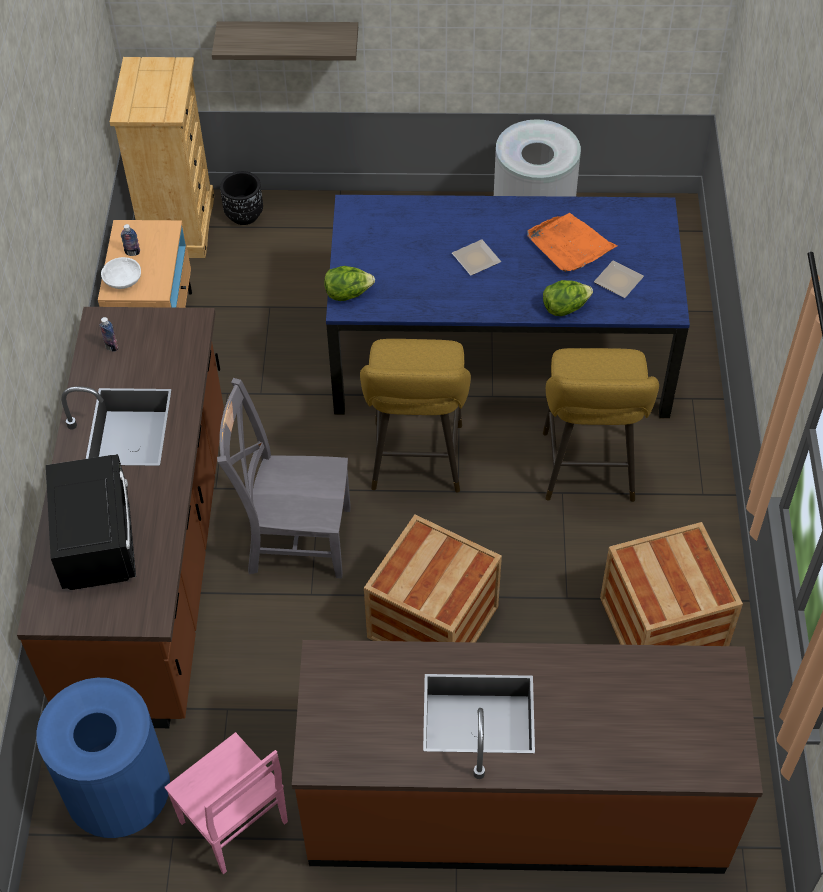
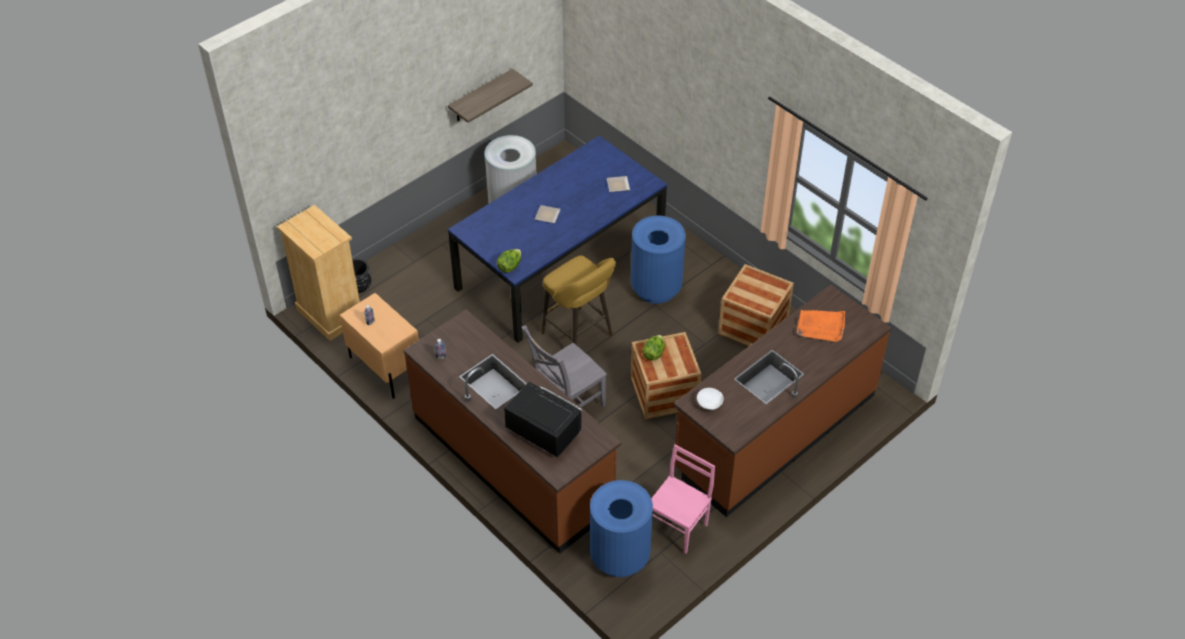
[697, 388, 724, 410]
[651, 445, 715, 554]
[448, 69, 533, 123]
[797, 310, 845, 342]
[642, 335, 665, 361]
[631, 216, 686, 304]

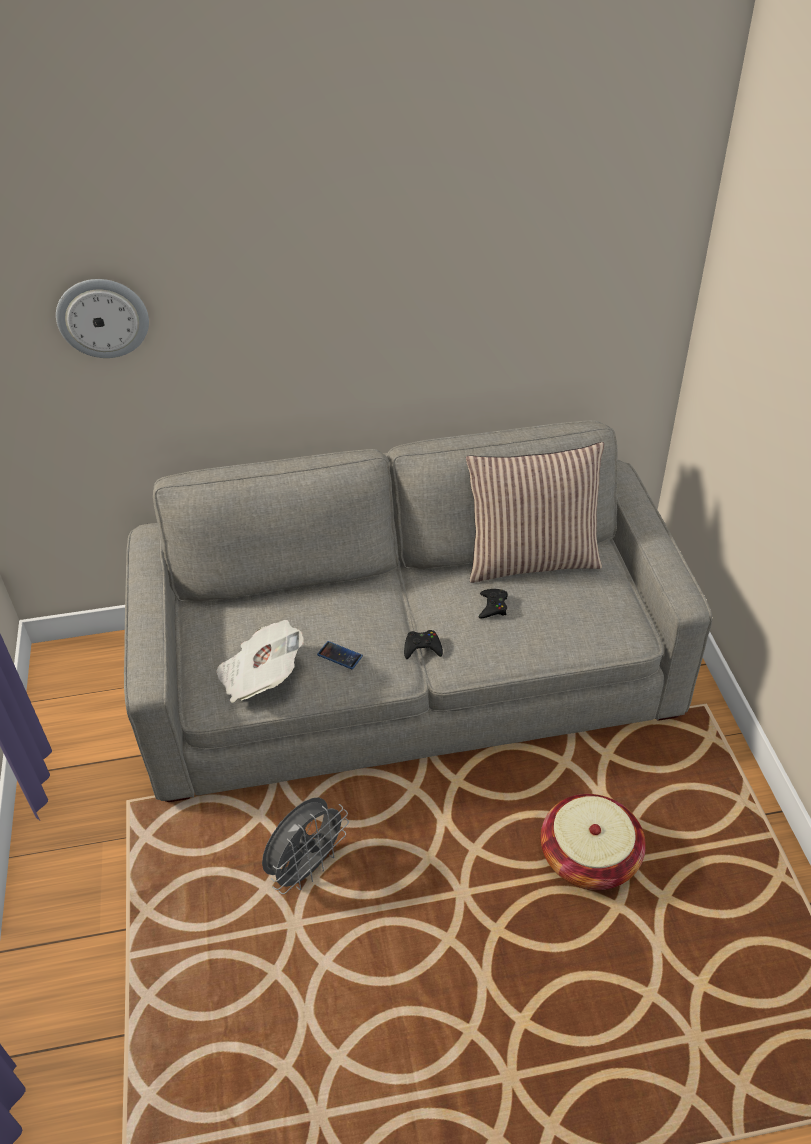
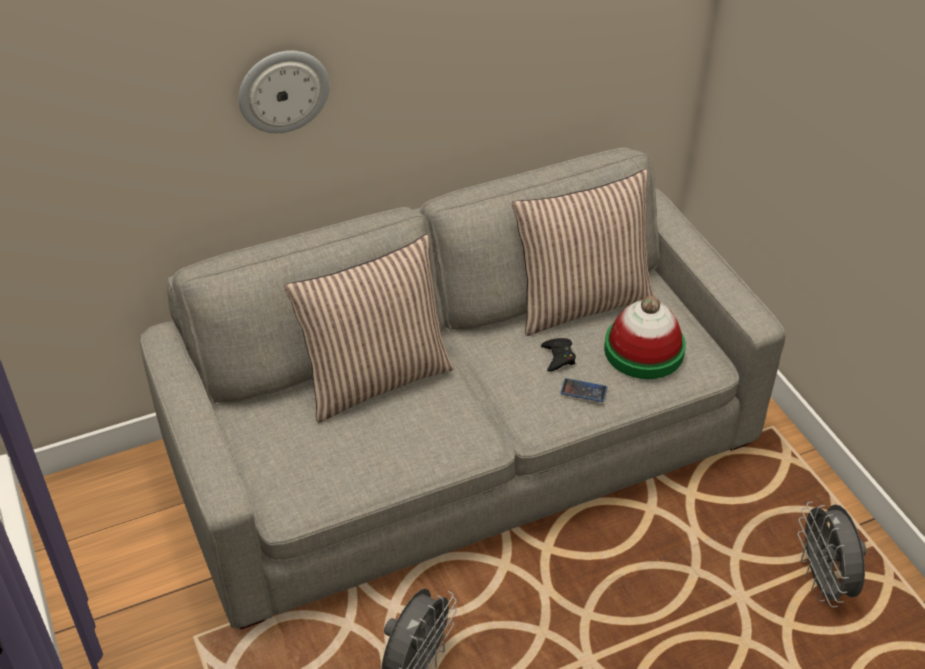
[238, 51, 330, 133]
[216, 620, 304, 703] (first image)
[560, 378, 608, 402]
[404, 630, 443, 659] (first image)
[541, 794, 646, 890] (first image)
[284, 234, 454, 423]
[604, 295, 686, 379]
[797, 502, 866, 608]

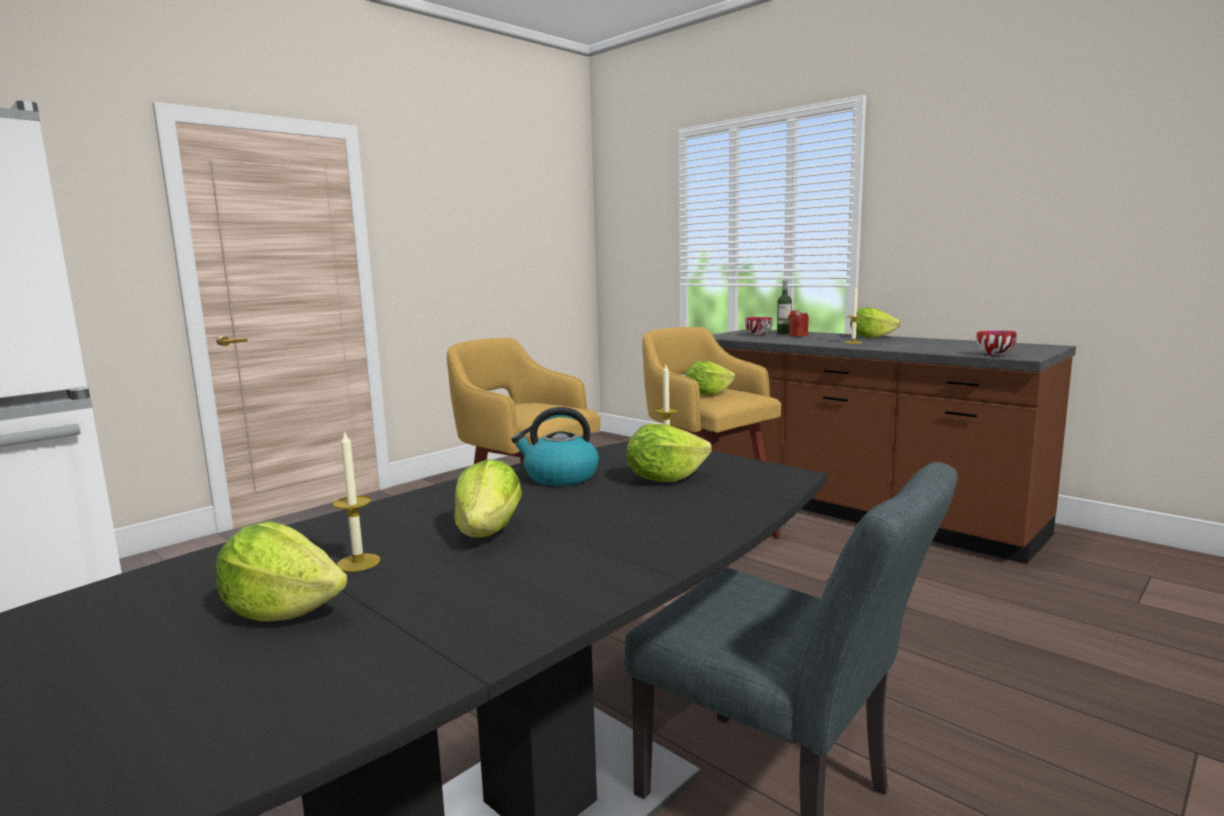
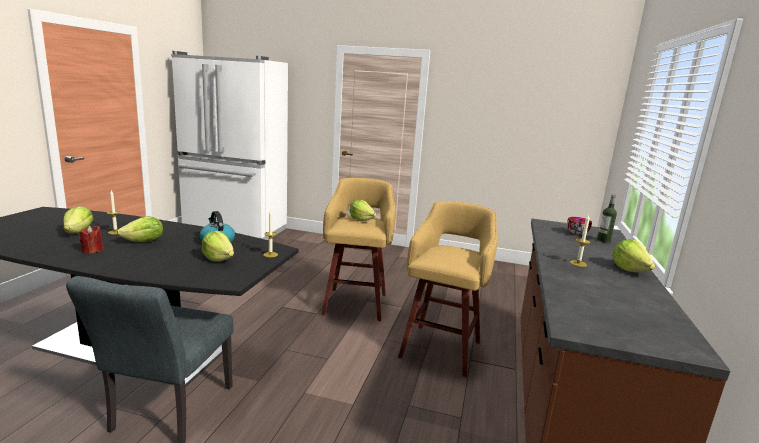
[350, 200, 376, 221]
[79, 225, 103, 254]
[976, 331, 1017, 355] (first image)

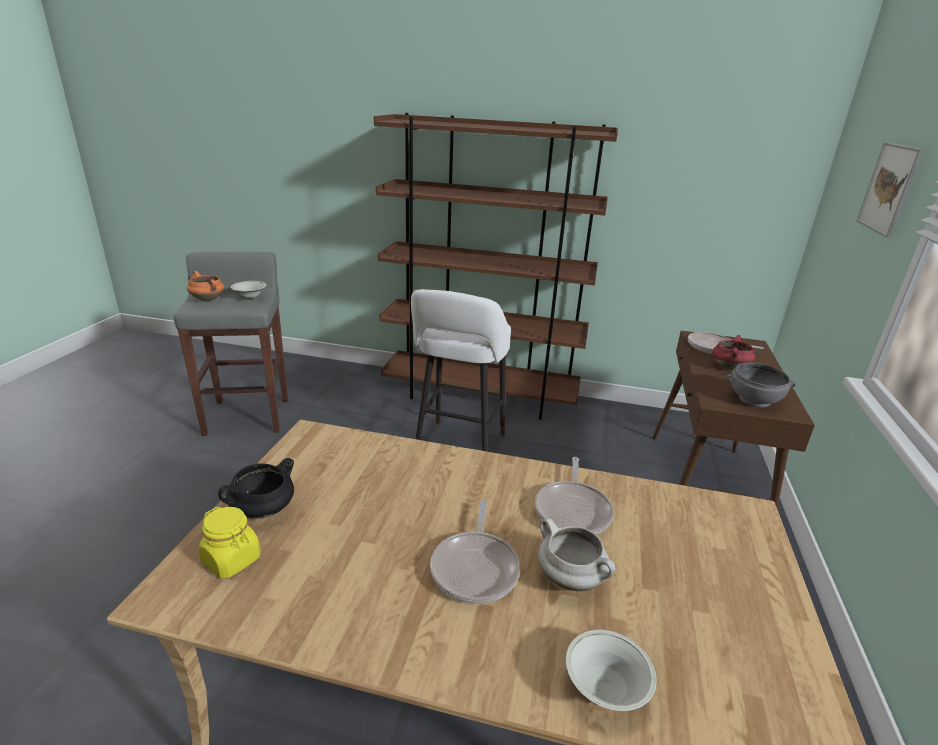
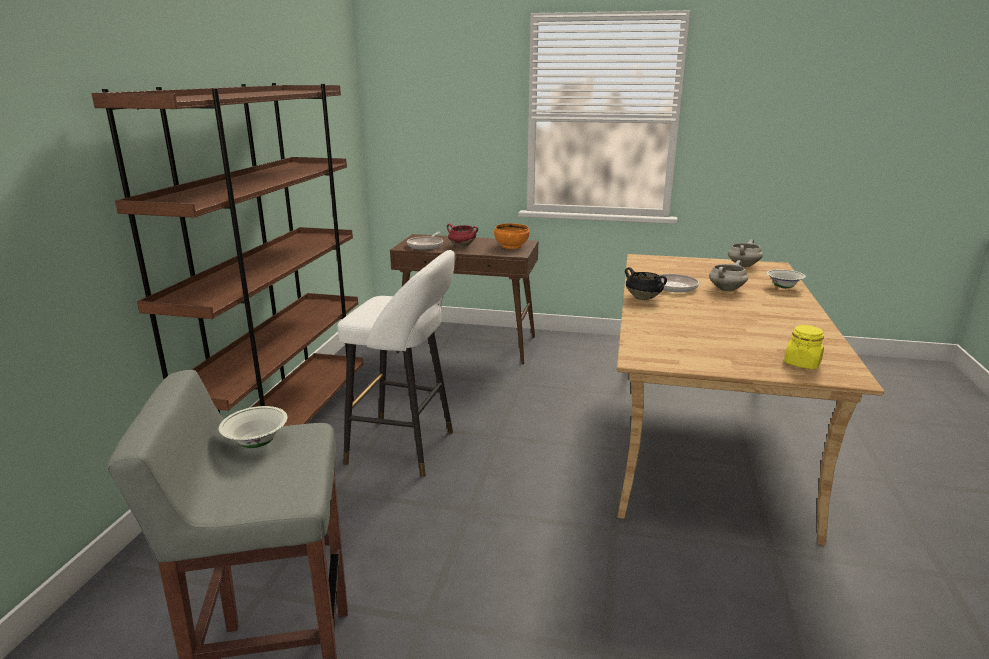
[187, 271, 224, 301] (first image)
[625, 267, 667, 300]
[430, 500, 521, 604] (first image)
[494, 223, 529, 249]
[857, 142, 924, 238] (first image)
[728, 239, 763, 267]

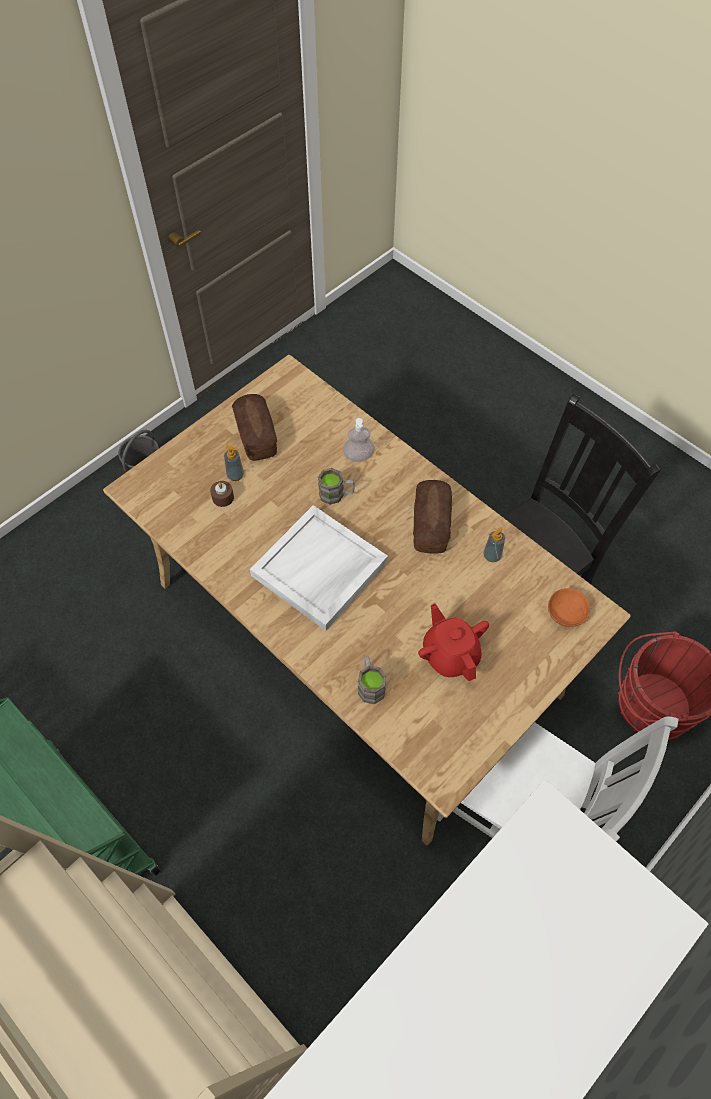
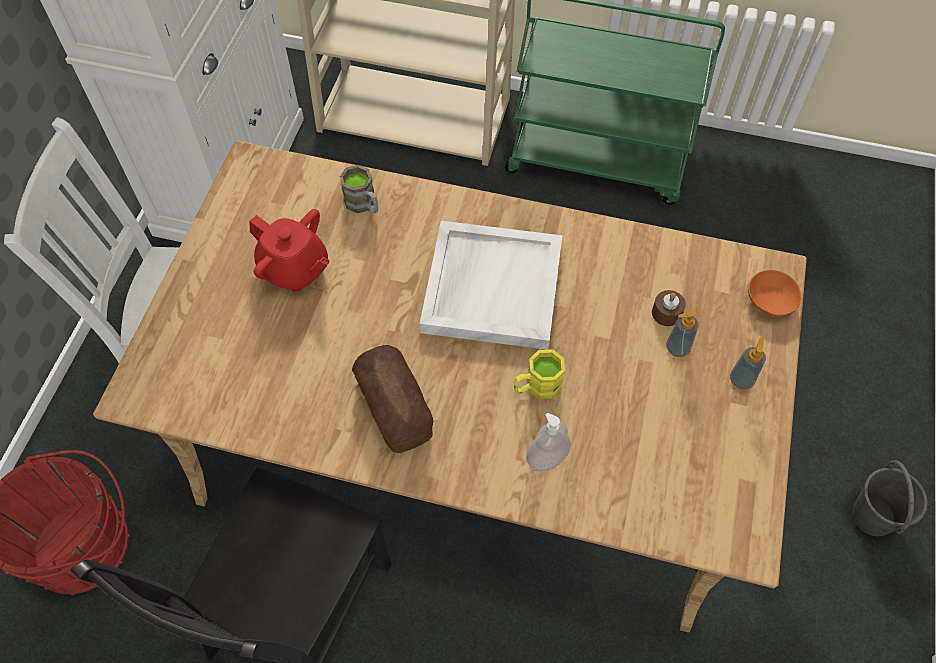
[232, 394, 277, 461] (first image)
[514, 349, 565, 399]
[730, 335, 766, 389]
[748, 270, 801, 317]

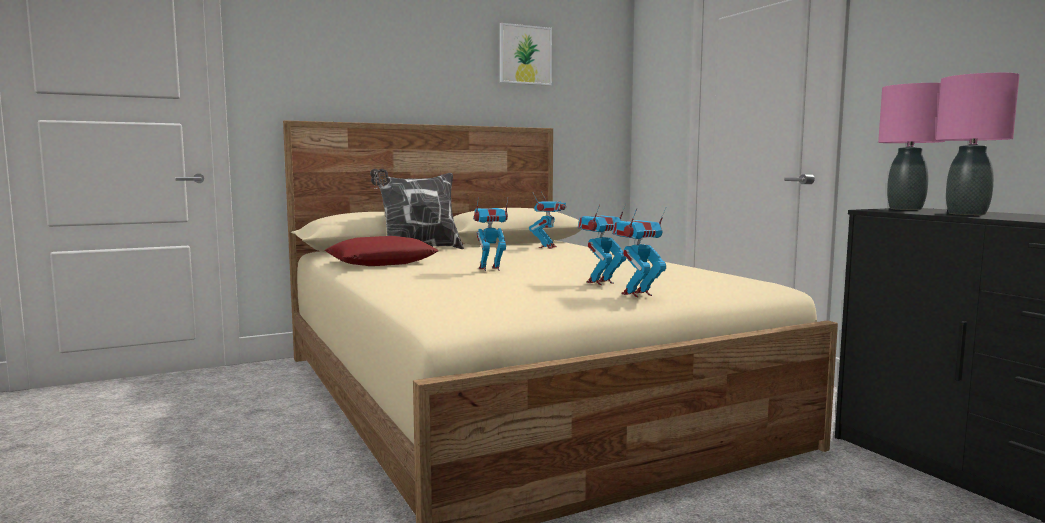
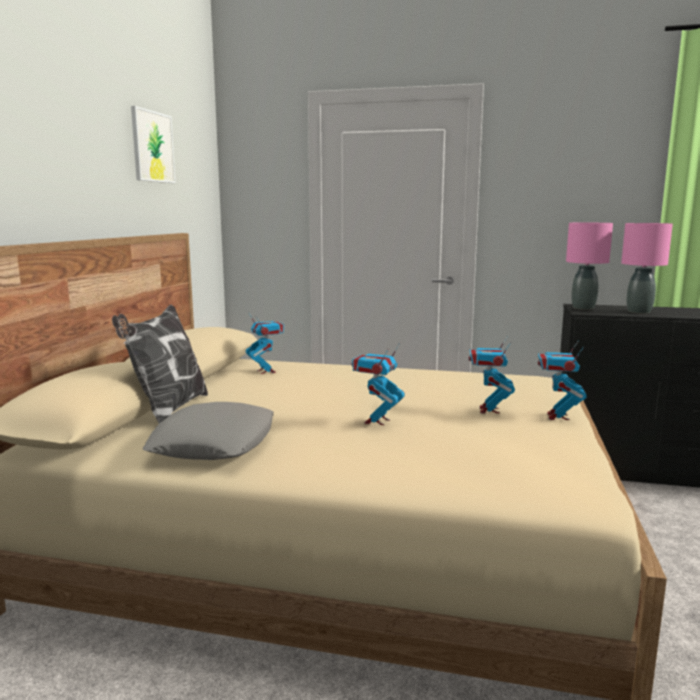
[143, 402, 274, 460]

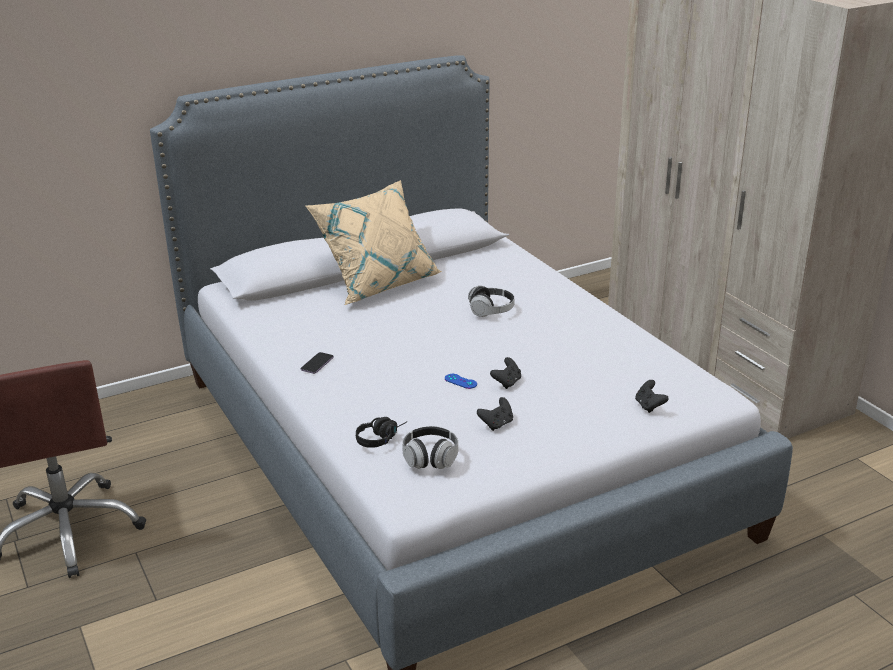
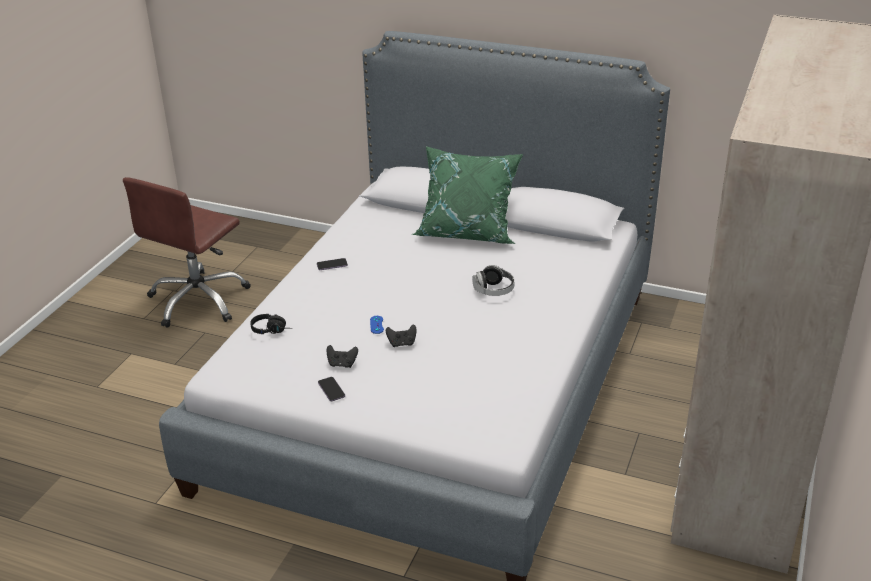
[412, 146, 523, 244]
[402, 426, 458, 469] (first image)
[635, 380, 669, 413] (first image)
[318, 377, 345, 401]

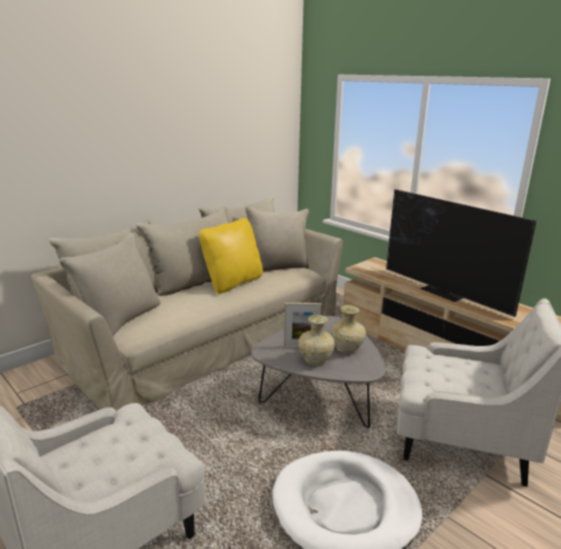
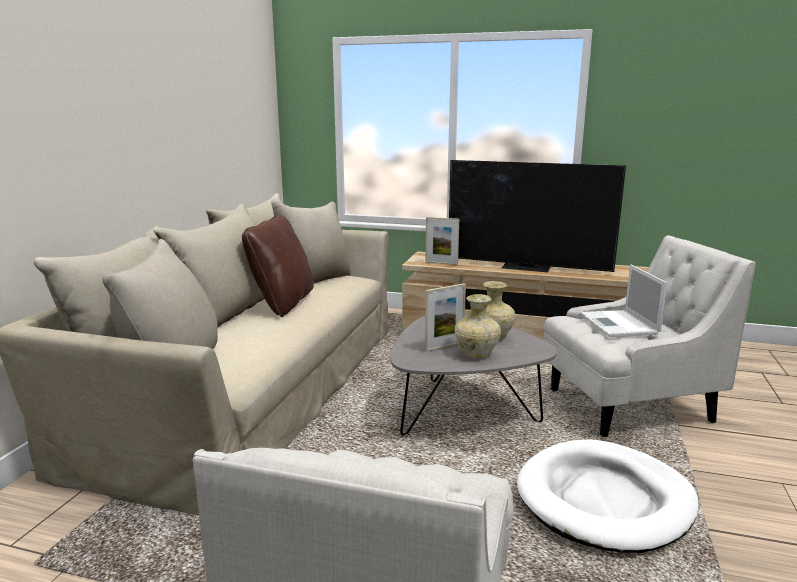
[242, 215, 314, 317]
[425, 217, 459, 265]
[580, 265, 668, 337]

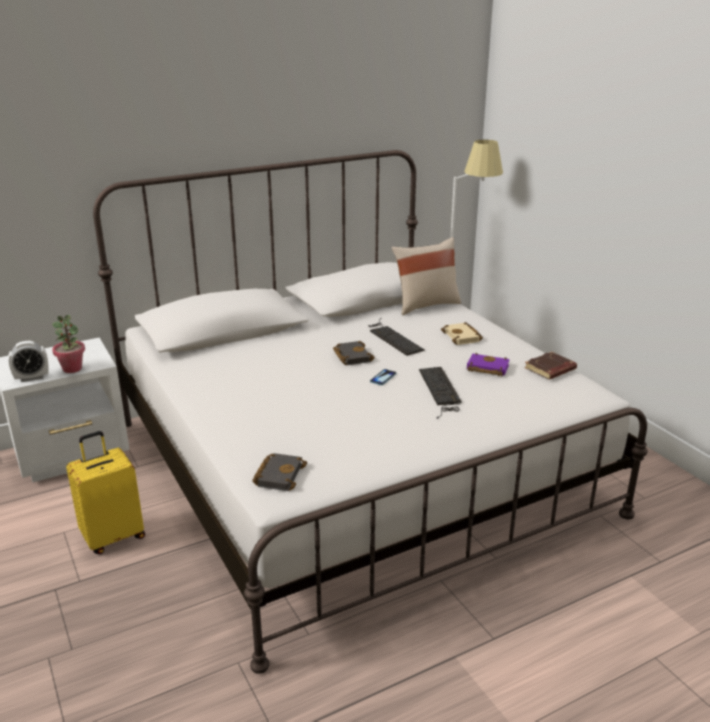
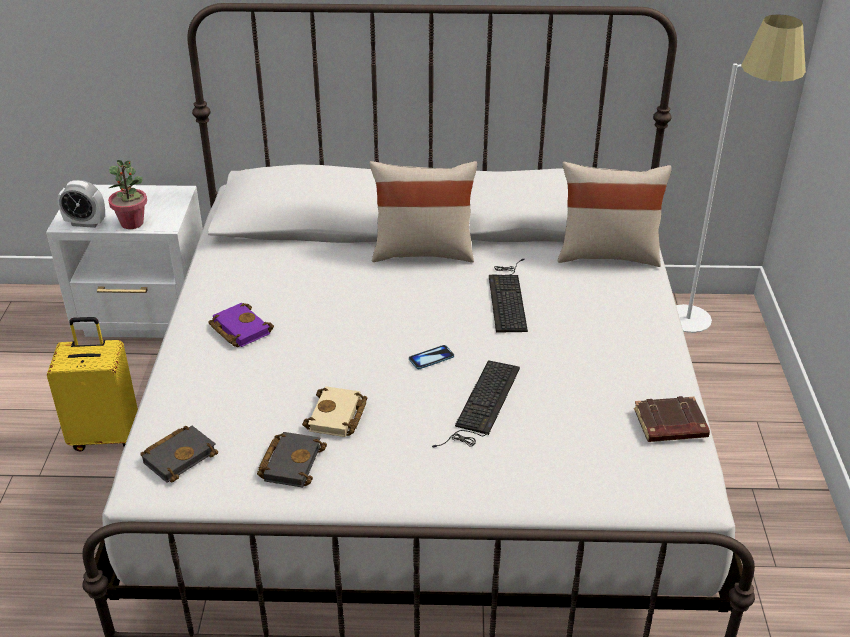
[257, 432, 327, 488]
[302, 386, 367, 437]
[208, 303, 274, 347]
[369, 161, 477, 263]

